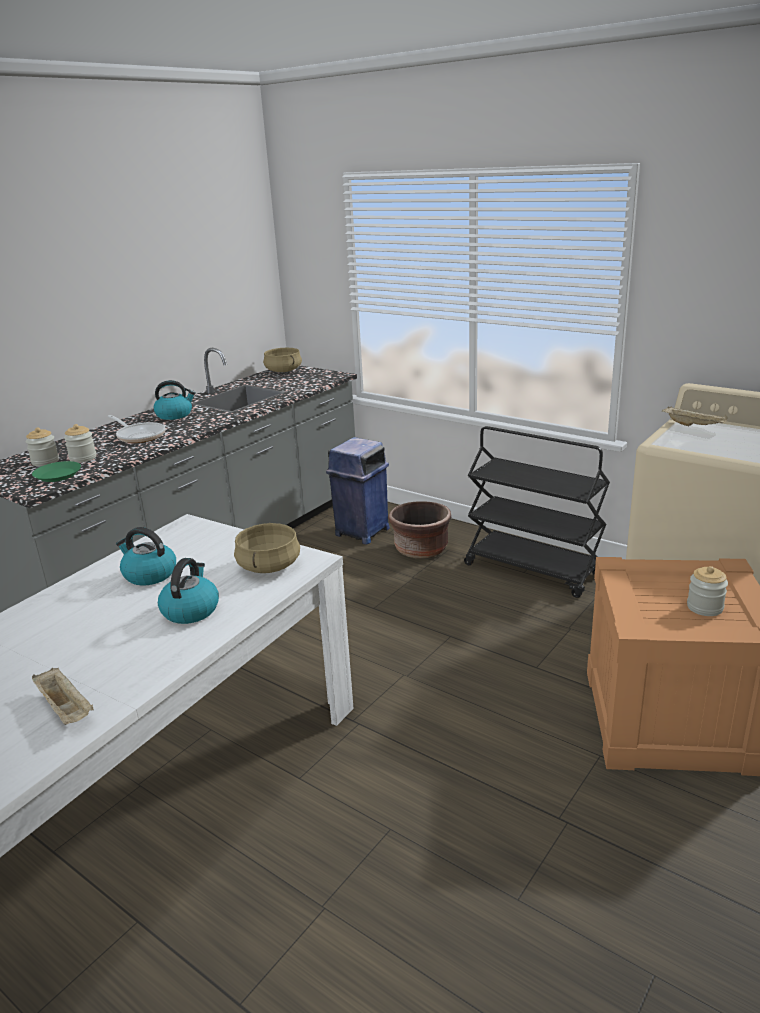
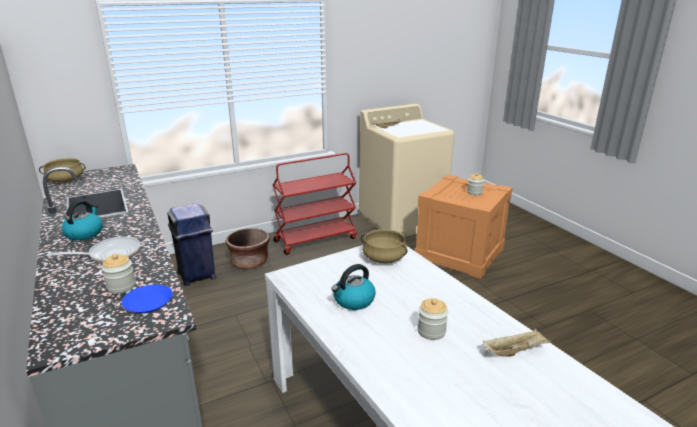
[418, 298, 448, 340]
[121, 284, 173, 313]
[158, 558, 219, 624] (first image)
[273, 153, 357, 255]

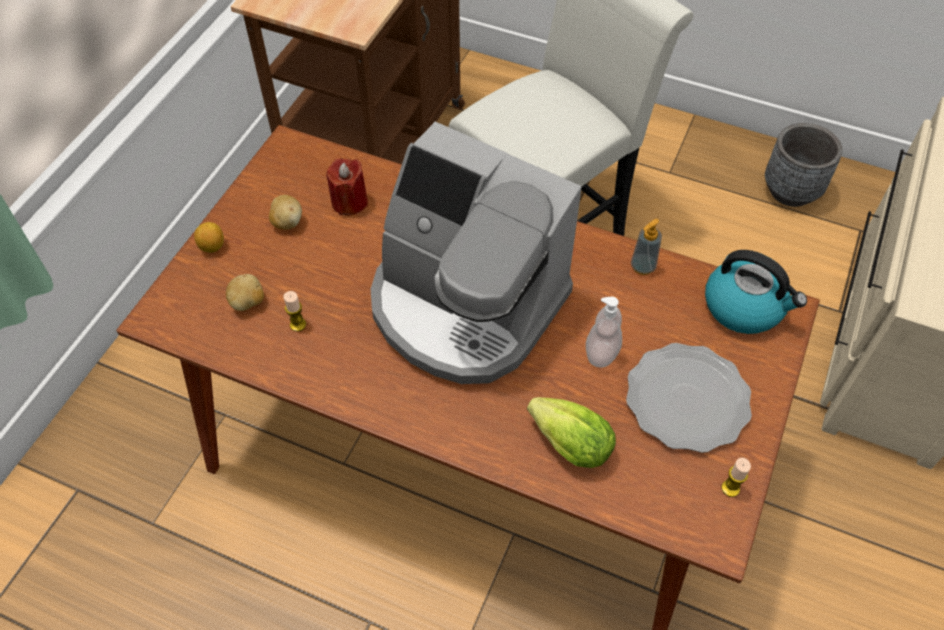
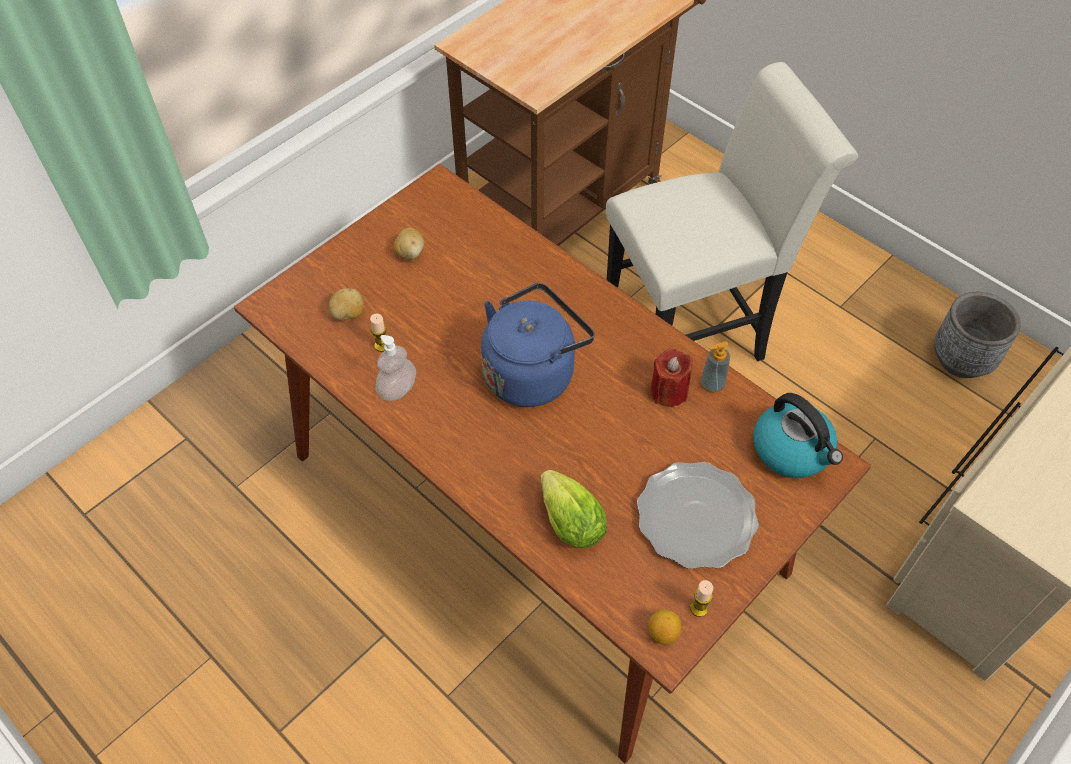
[648, 610, 681, 645]
[650, 349, 693, 407]
[481, 283, 595, 407]
[375, 335, 416, 401]

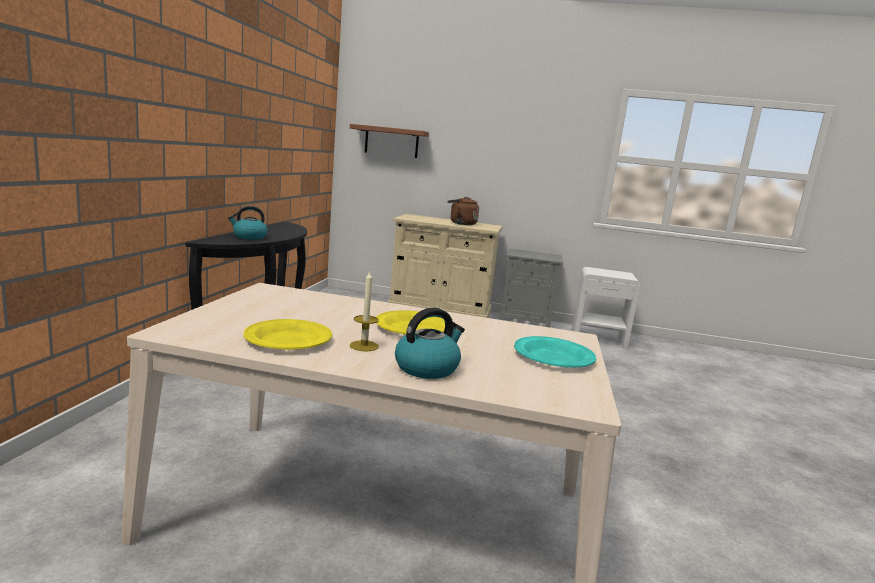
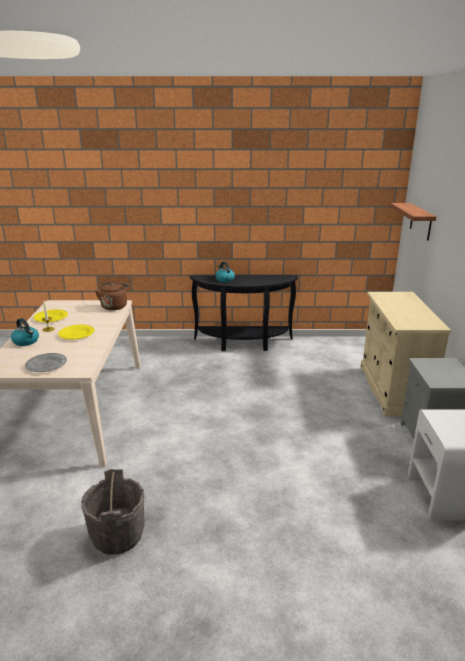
[95, 283, 129, 310]
[25, 353, 67, 372]
[81, 469, 145, 555]

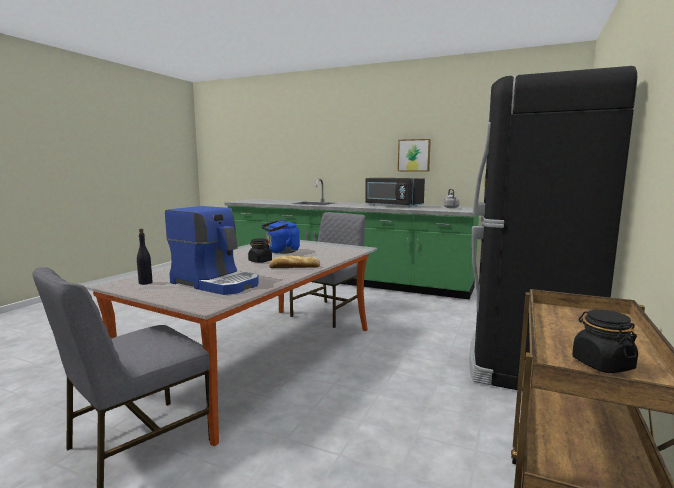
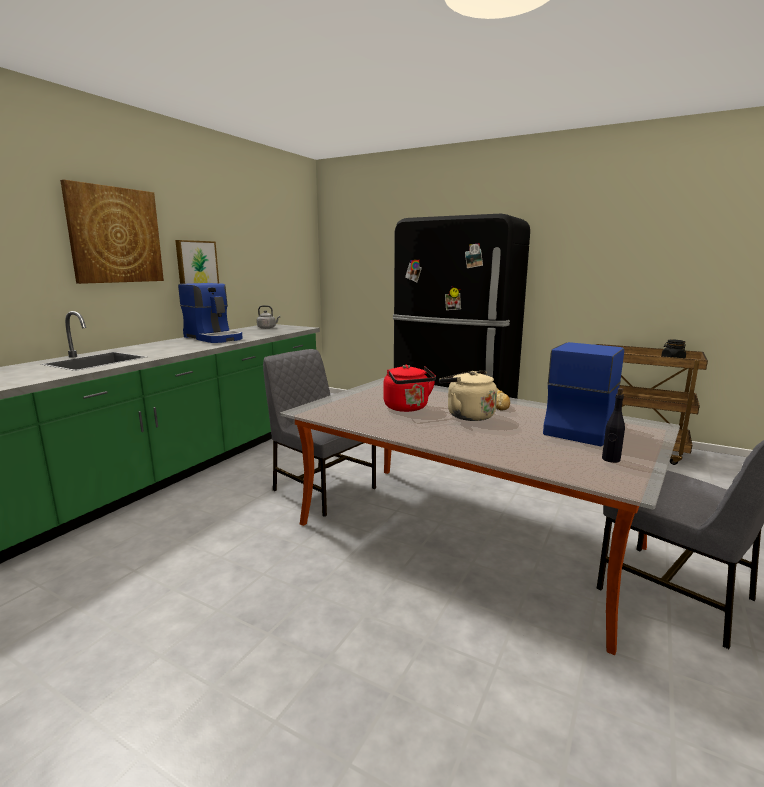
[439, 371, 497, 421]
[383, 365, 436, 412]
[178, 283, 243, 343]
[60, 180, 164, 284]

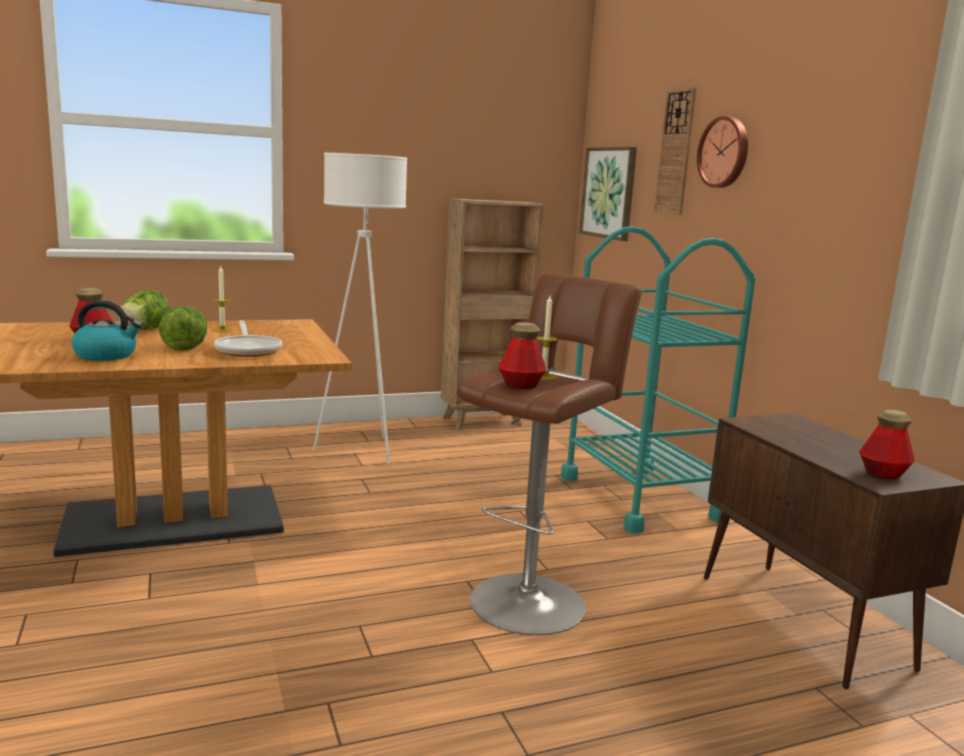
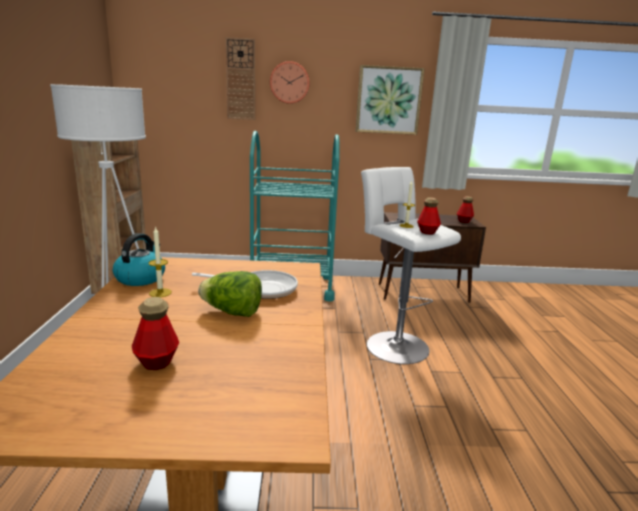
[113, 233, 165, 286]
[118, 290, 171, 330] (first image)
[361, 167, 461, 364]
[356, 65, 425, 135]

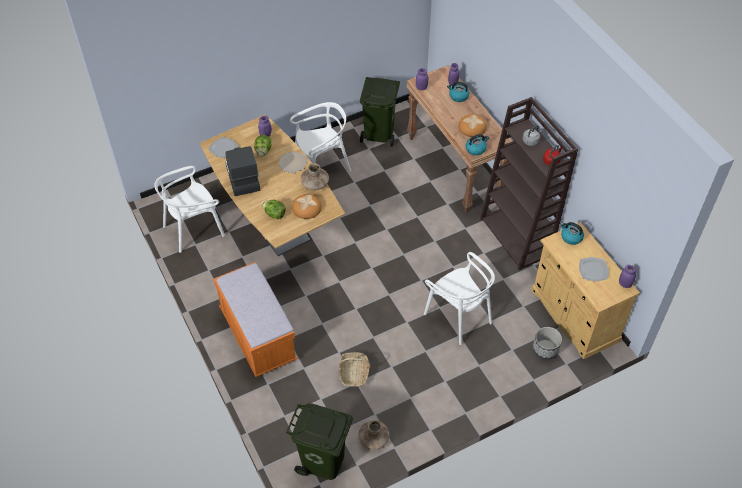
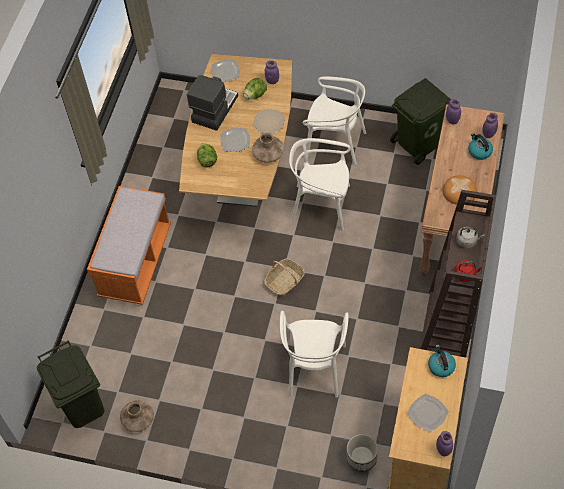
[289, 138, 351, 231]
[292, 194, 322, 219] (first image)
[264, 258, 305, 296]
[466, 134, 489, 155] (first image)
[220, 128, 250, 152]

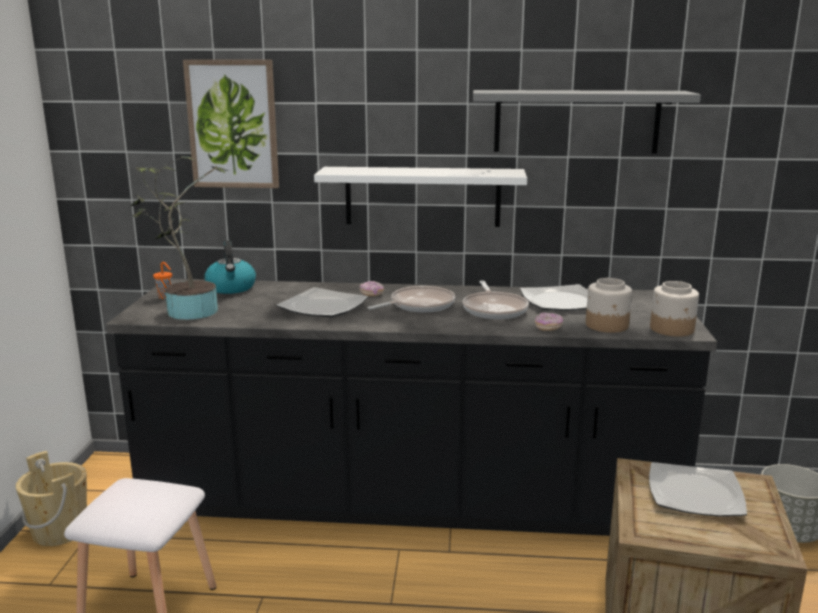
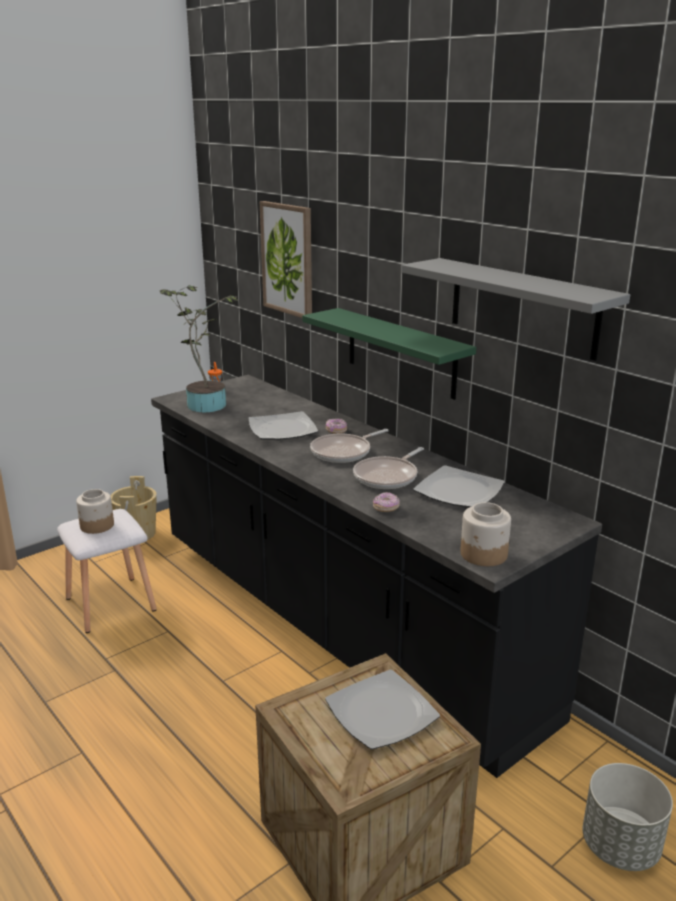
[204, 241, 256, 294] (first image)
[302, 308, 476, 400]
[310, 429, 389, 463]
[76, 489, 114, 534]

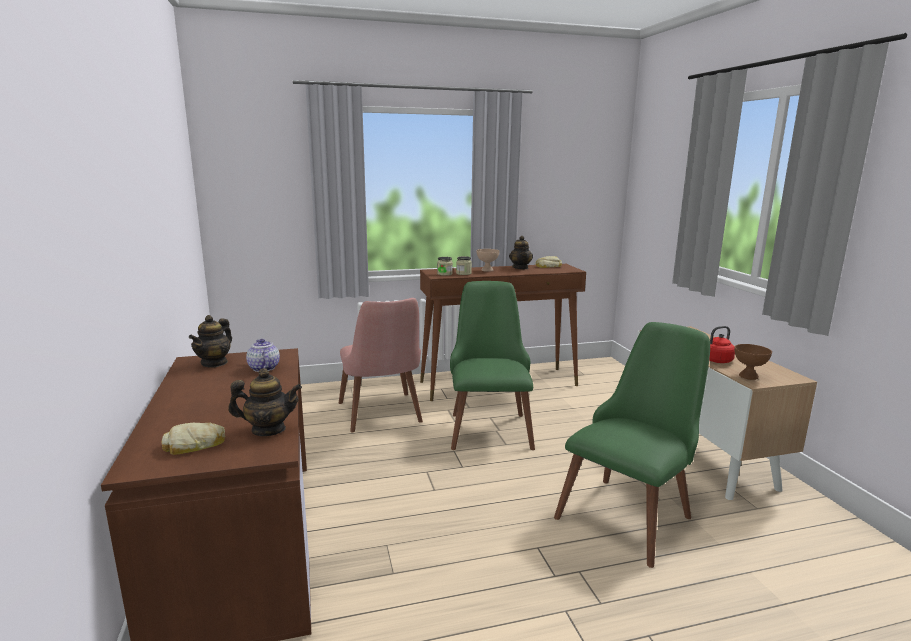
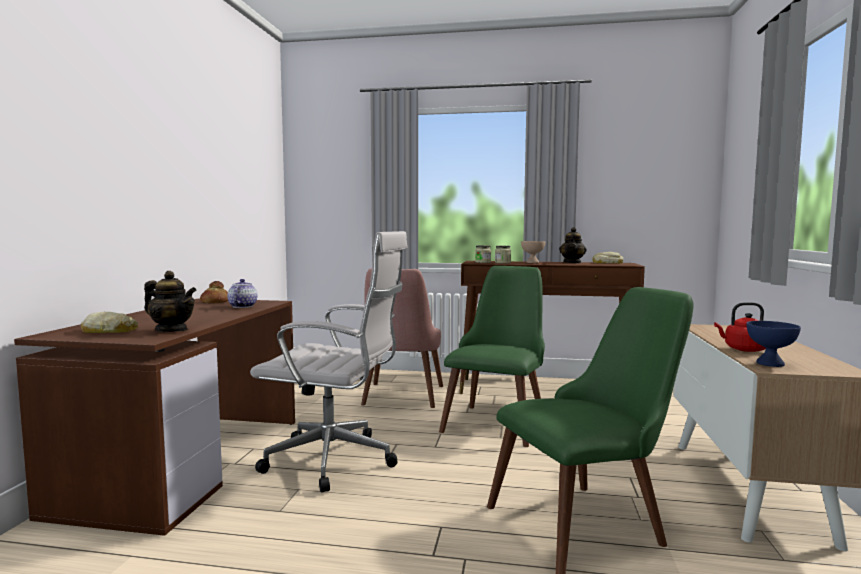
[200, 281, 228, 303]
[747, 321, 801, 367]
[250, 231, 408, 493]

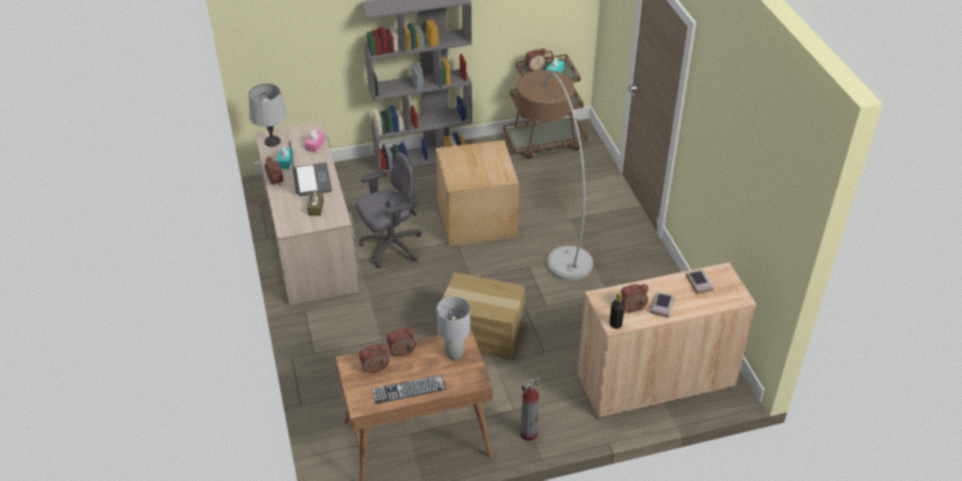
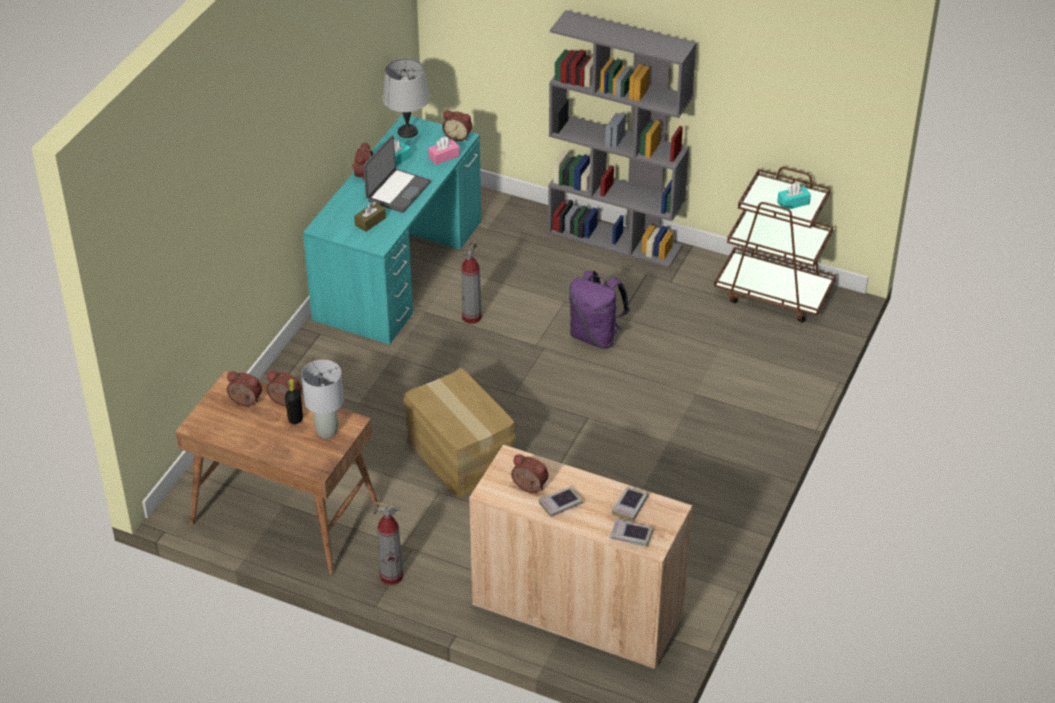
[303, 114, 481, 345]
[462, 240, 482, 324]
[372, 375, 446, 404] (first image)
[569, 271, 629, 349]
[516, 70, 593, 281] (first image)
[442, 110, 472, 141]
[285, 379, 303, 424]
[610, 518, 653, 547]

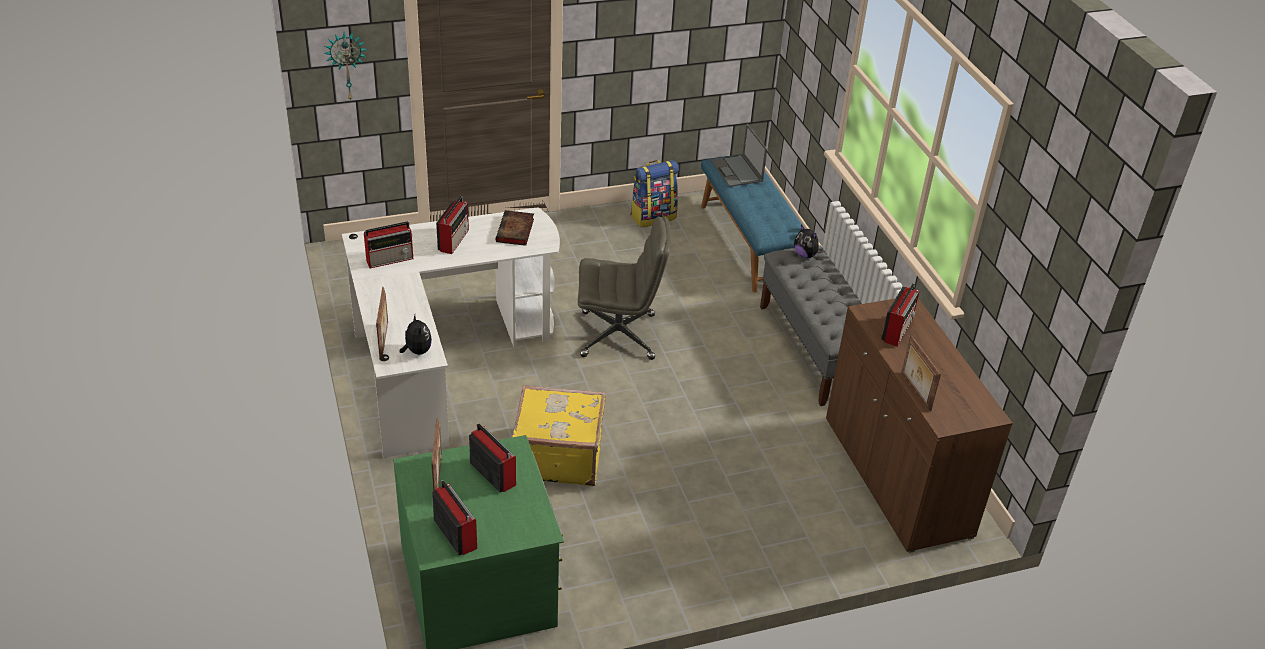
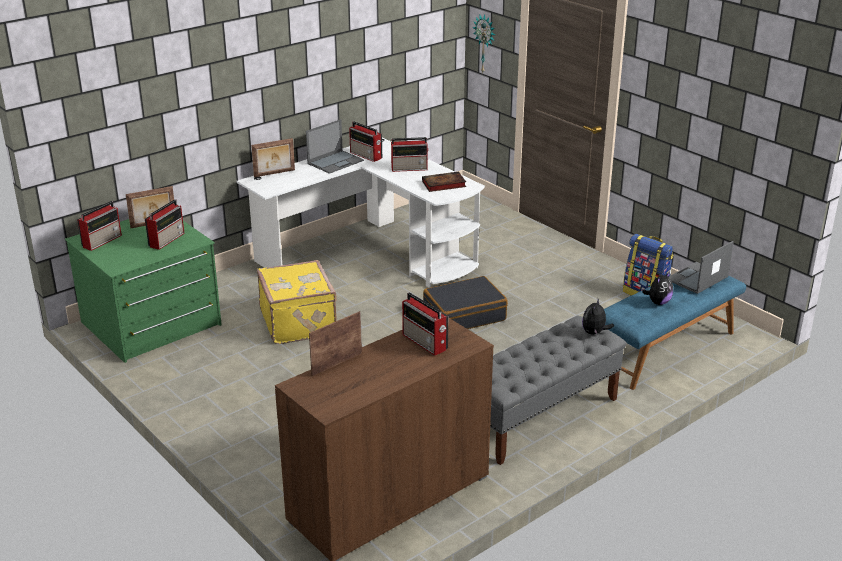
[642, 272, 673, 305]
[423, 276, 508, 329]
[402, 292, 448, 356]
[306, 119, 364, 174]

